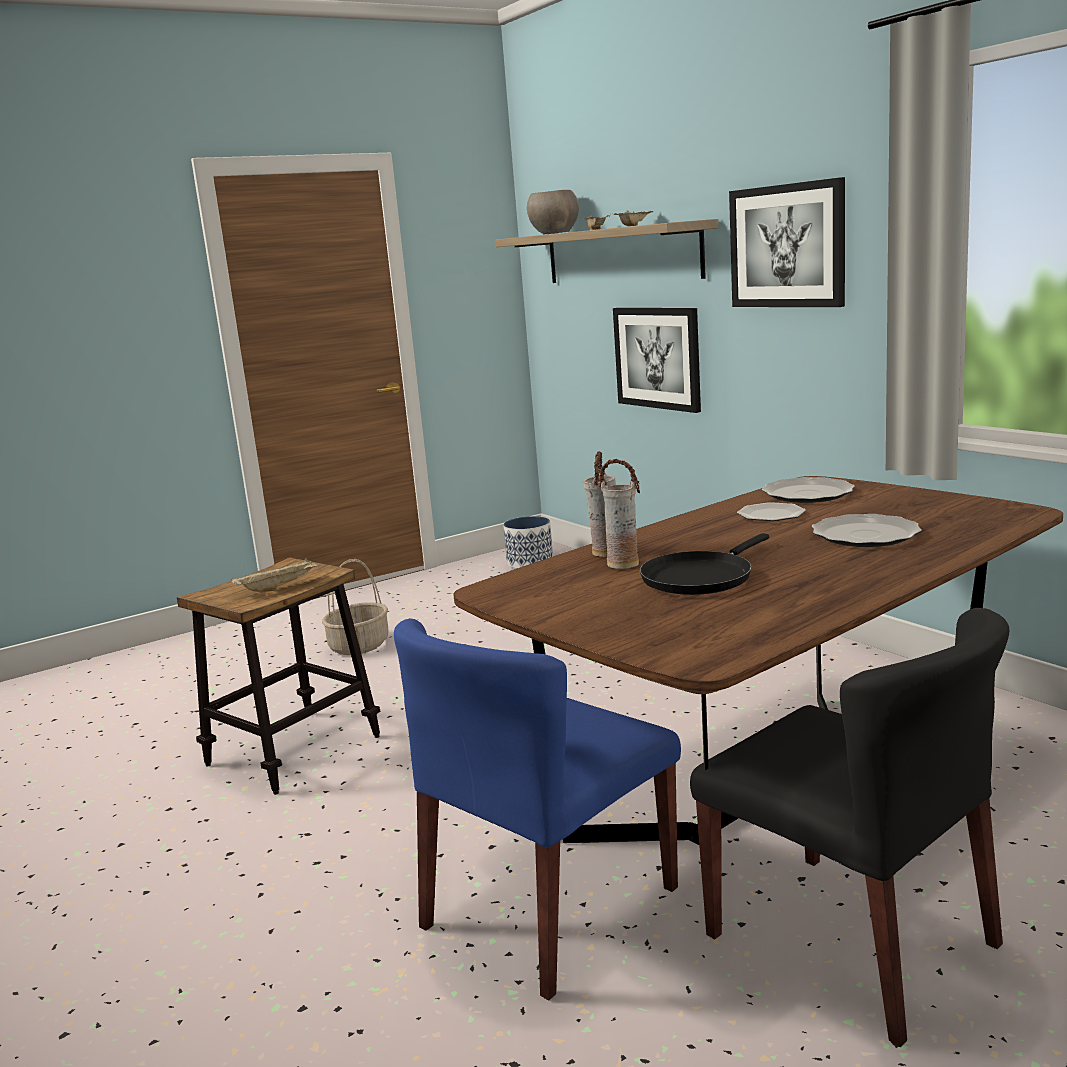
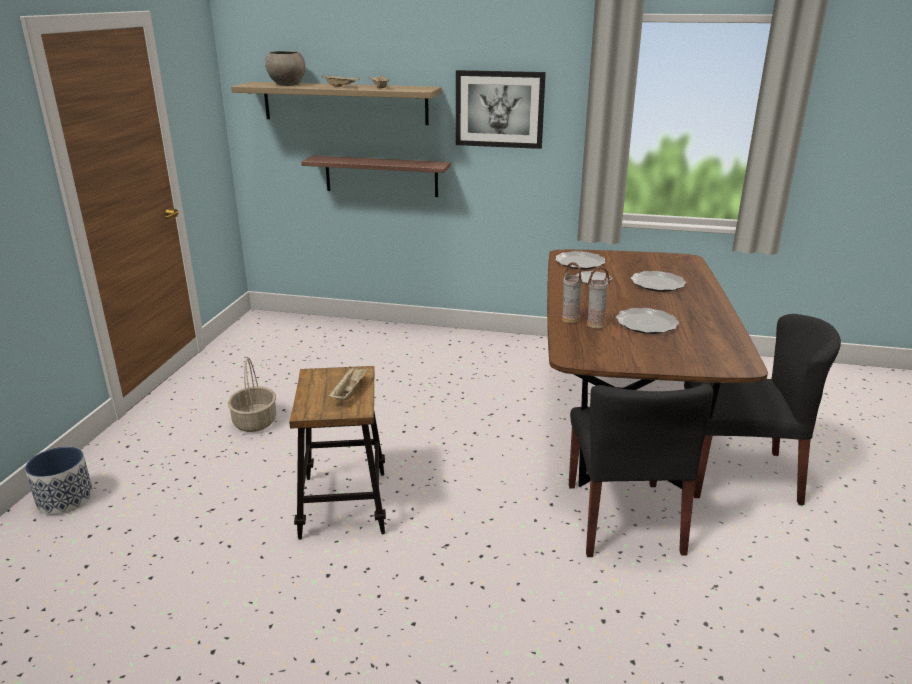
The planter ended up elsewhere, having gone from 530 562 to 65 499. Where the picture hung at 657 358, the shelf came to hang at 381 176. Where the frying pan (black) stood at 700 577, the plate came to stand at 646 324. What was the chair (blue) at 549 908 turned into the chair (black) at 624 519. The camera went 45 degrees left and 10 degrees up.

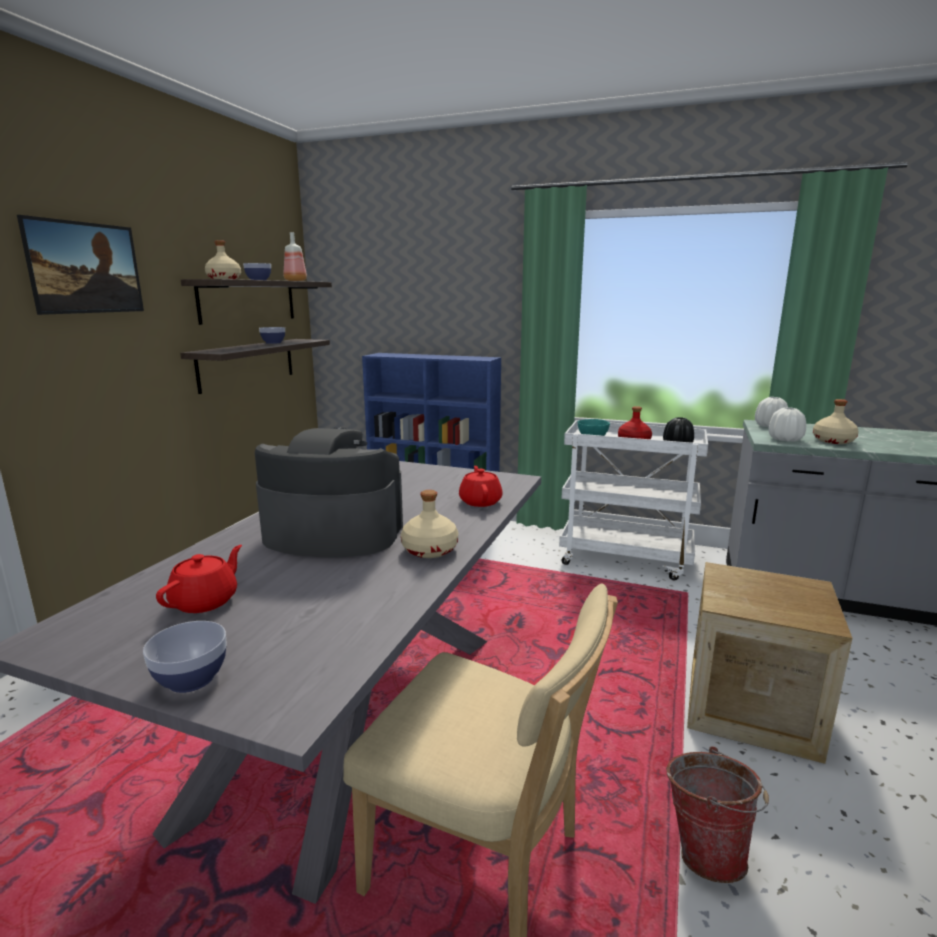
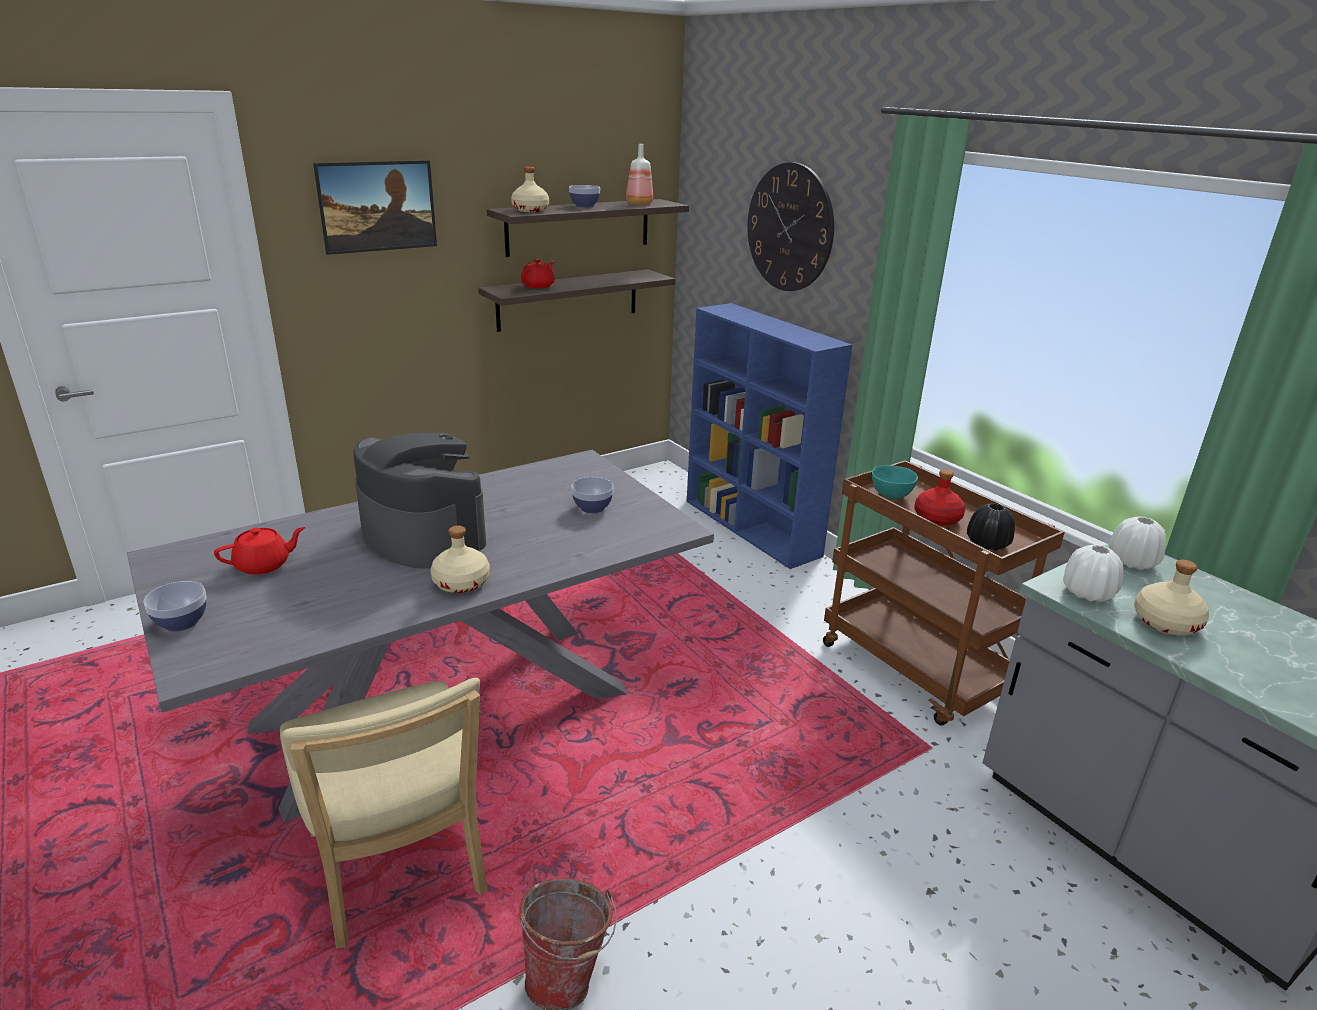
The second view lost the crate at 751 709. The second view gained the wall clock at 789 228. The bowl ended up elsewhere, having gone from 273 343 to 592 508. The teapot (red) ended up elsewhere, having gone from 480 501 to 538 286. What was the cart (white) at 626 558 turned into the cart (brown) at 916 670. The camera went 35 degrees right and 10 degrees up.

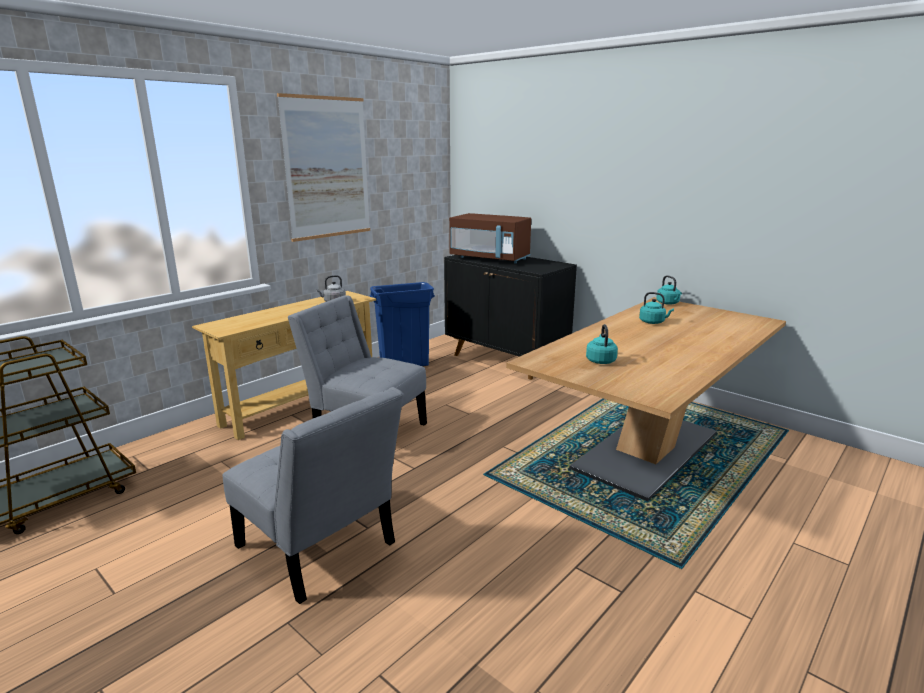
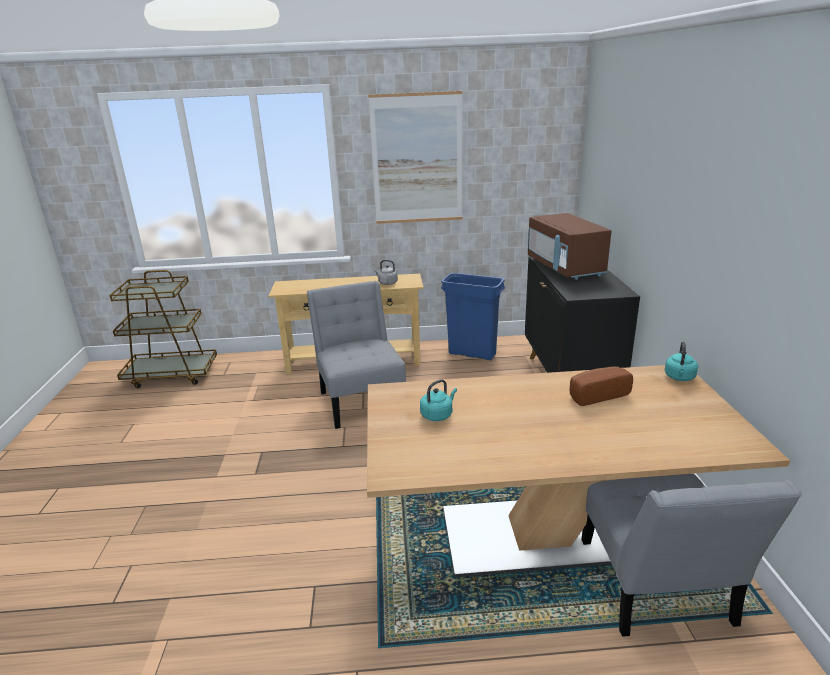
The chair (grey) ended up elsewhere, having gone from 320 549 to 657 590. Where the kettle (turquoise) stood at 653 322, the bread came to stand at 596 395. The camera went 45 degrees right and 5 degrees up.

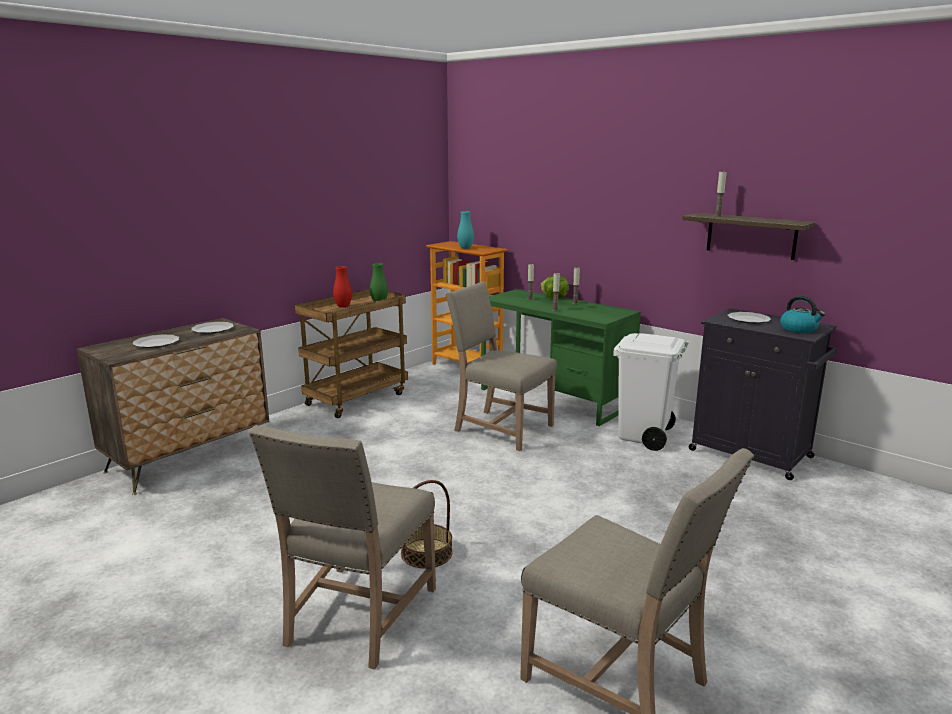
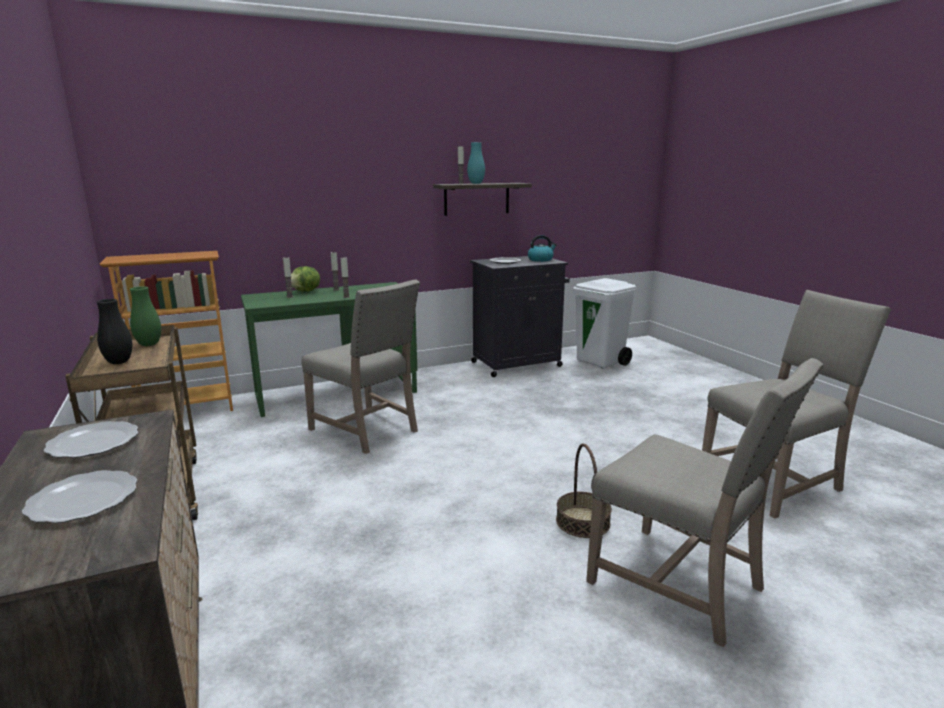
The vase (turquoise) ended up elsewhere, having gone from 465 248 to 476 183. The trash can (white) ended up elsewhere, having gone from 644 437 to 601 362. What was the vase (red) at 343 306 turned into the vase (black) at 119 362. The chair (beige) at 500 428 ended up facing another way, 105 degrees counterclockwise from before. The camera went 65 degrees left and 0 degrees up.

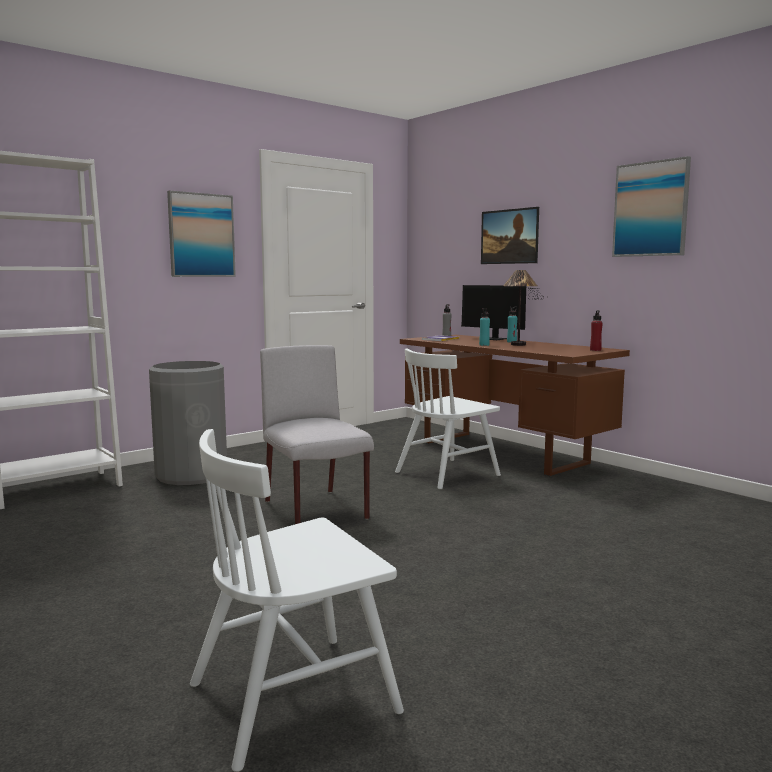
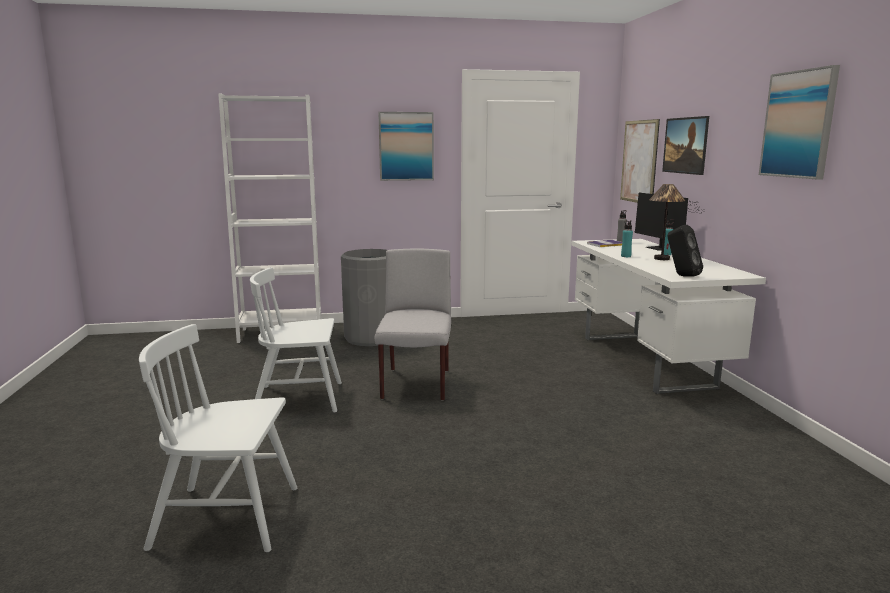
The second view lost the bottle (red) at 595 350. The second view gained the picture at 639 161. The second view gained the speaker (black) at 681 275. The chair (white) ended up elsewhere, having gone from 447 473 to 299 398. What was the desk (brown) at 503 452 turned into the desk (white) at 646 361. The camera went 30 degrees right and 5 degrees up.

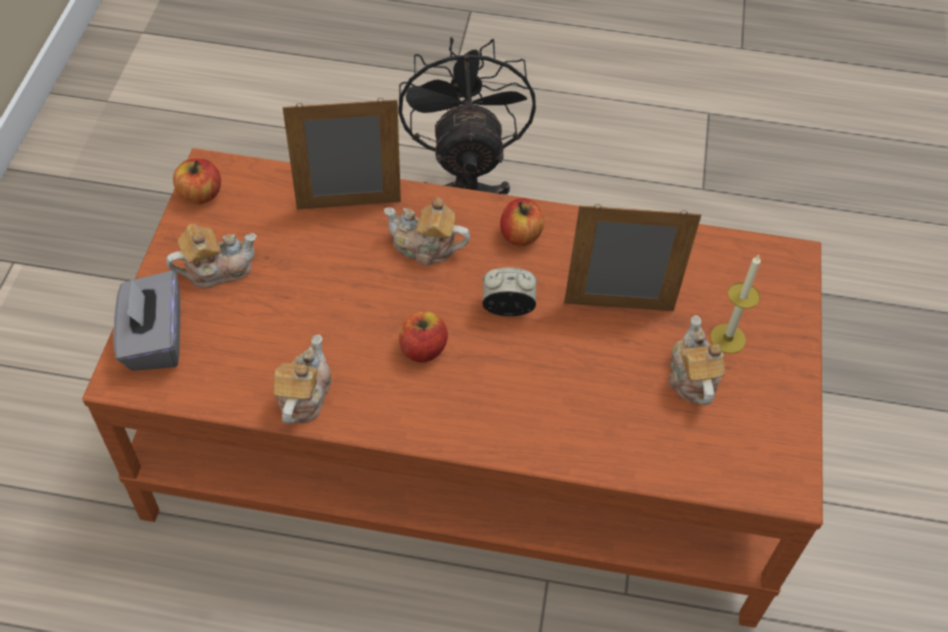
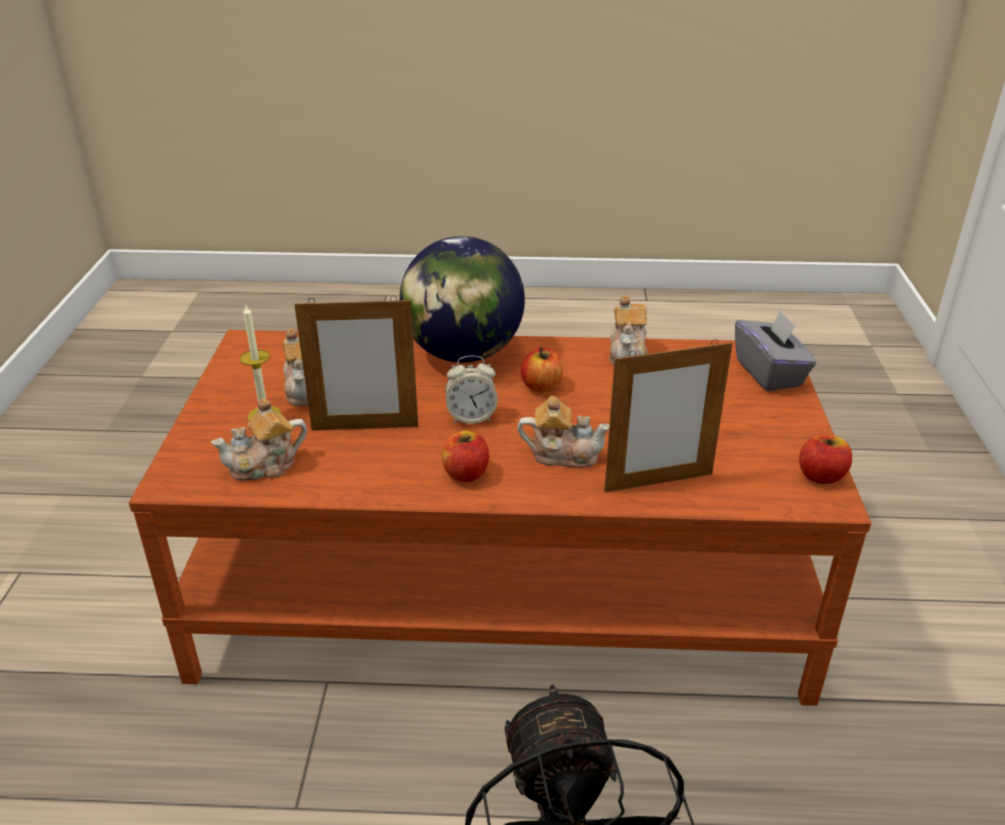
The second view gained the globe at 463 354. The teapot ended up elsewhere, having gone from 217 269 to 265 465. The camera went 175 degrees right and 20 degrees down.

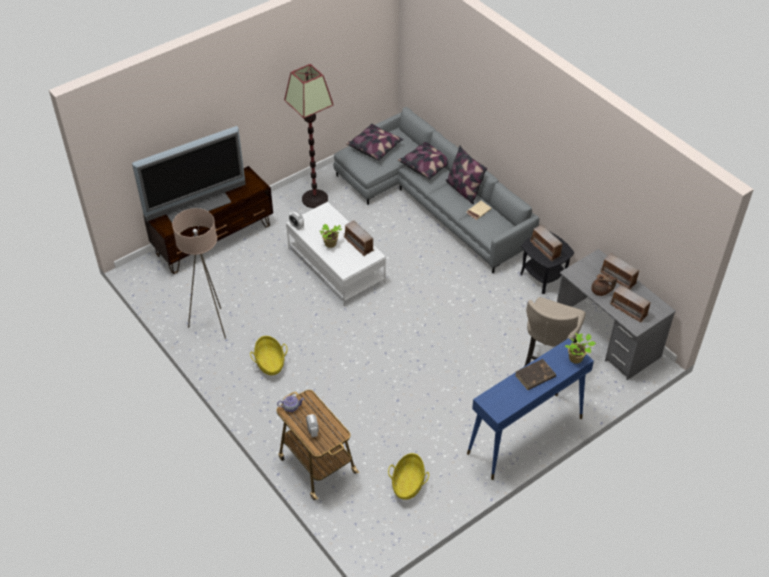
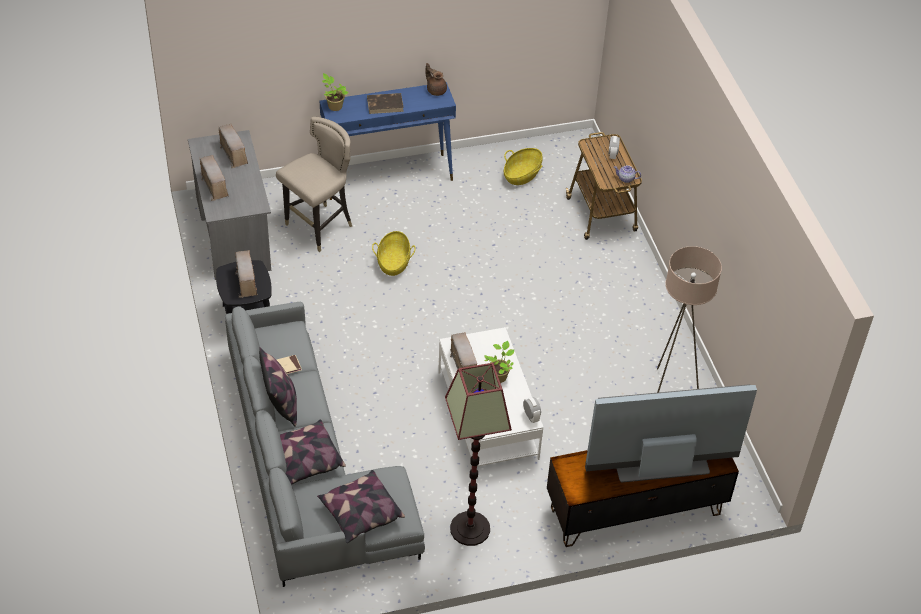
The basket ended up elsewhere, having gone from 270 363 to 393 262. The teapot (brown) ended up elsewhere, having gone from 601 291 to 436 90. The camera went 160 degrees left and 0 degrees up.

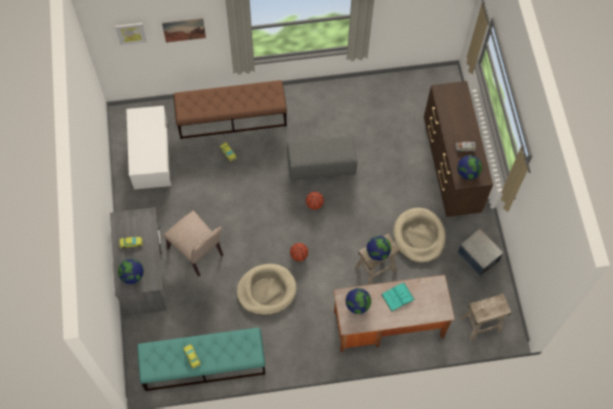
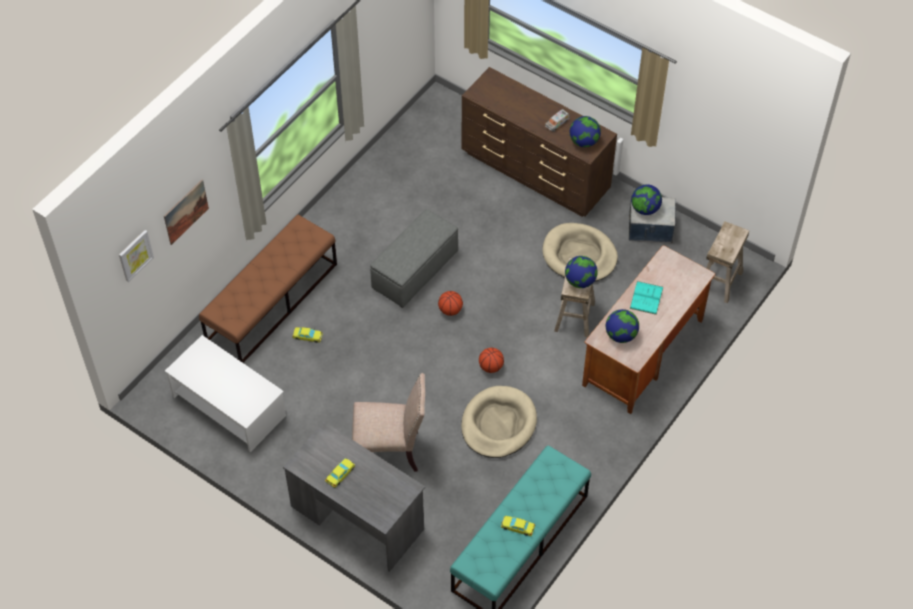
The globe ended up elsewhere, having gone from 132 275 to 645 209. The camera went 45 degrees left and 10 degrees down.

